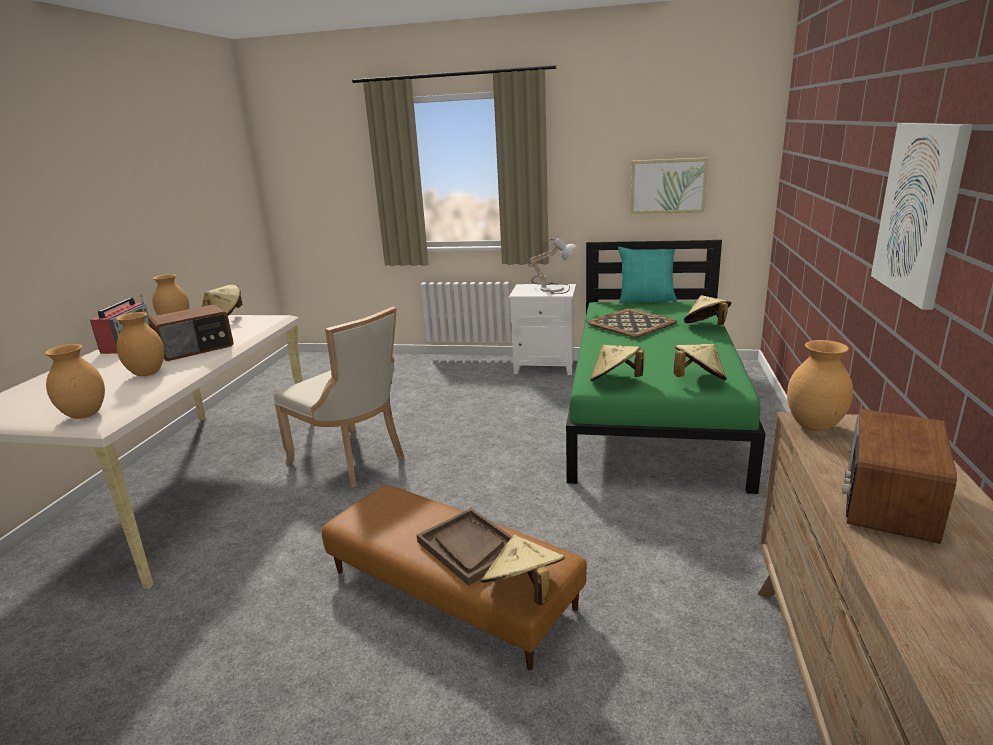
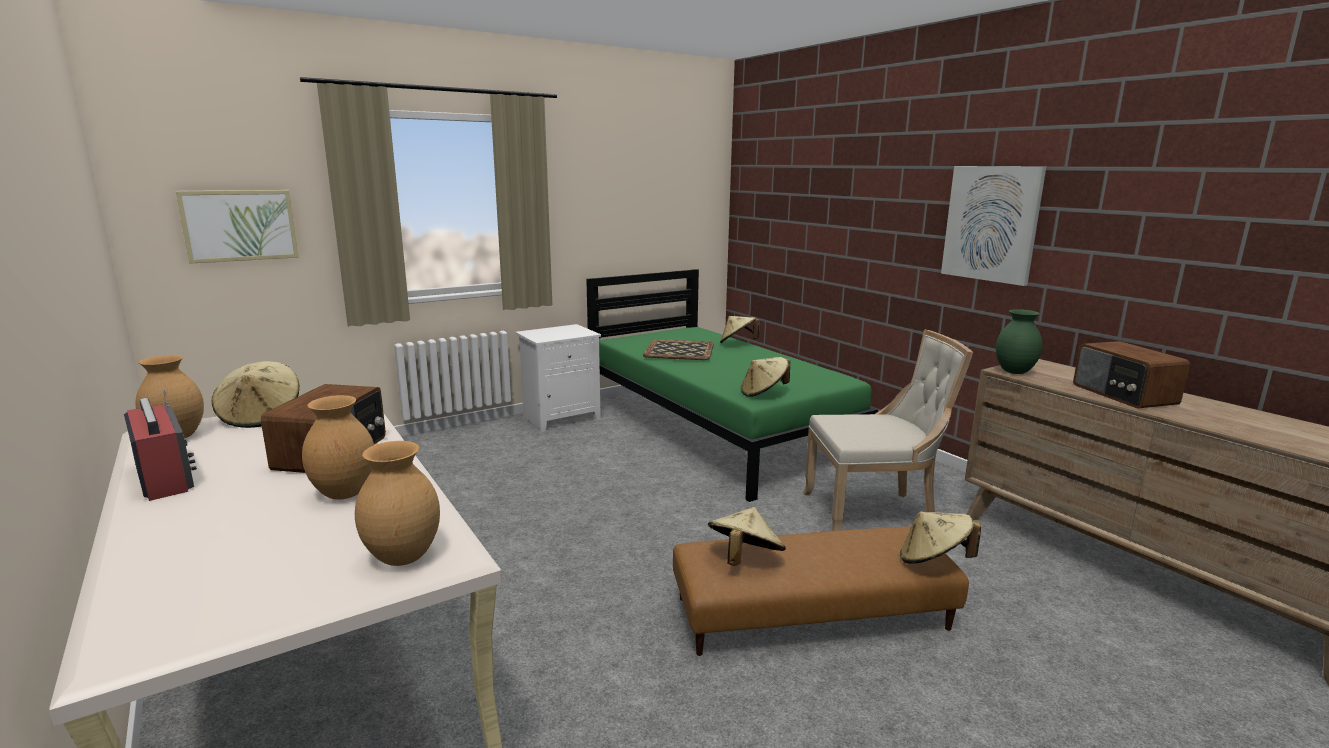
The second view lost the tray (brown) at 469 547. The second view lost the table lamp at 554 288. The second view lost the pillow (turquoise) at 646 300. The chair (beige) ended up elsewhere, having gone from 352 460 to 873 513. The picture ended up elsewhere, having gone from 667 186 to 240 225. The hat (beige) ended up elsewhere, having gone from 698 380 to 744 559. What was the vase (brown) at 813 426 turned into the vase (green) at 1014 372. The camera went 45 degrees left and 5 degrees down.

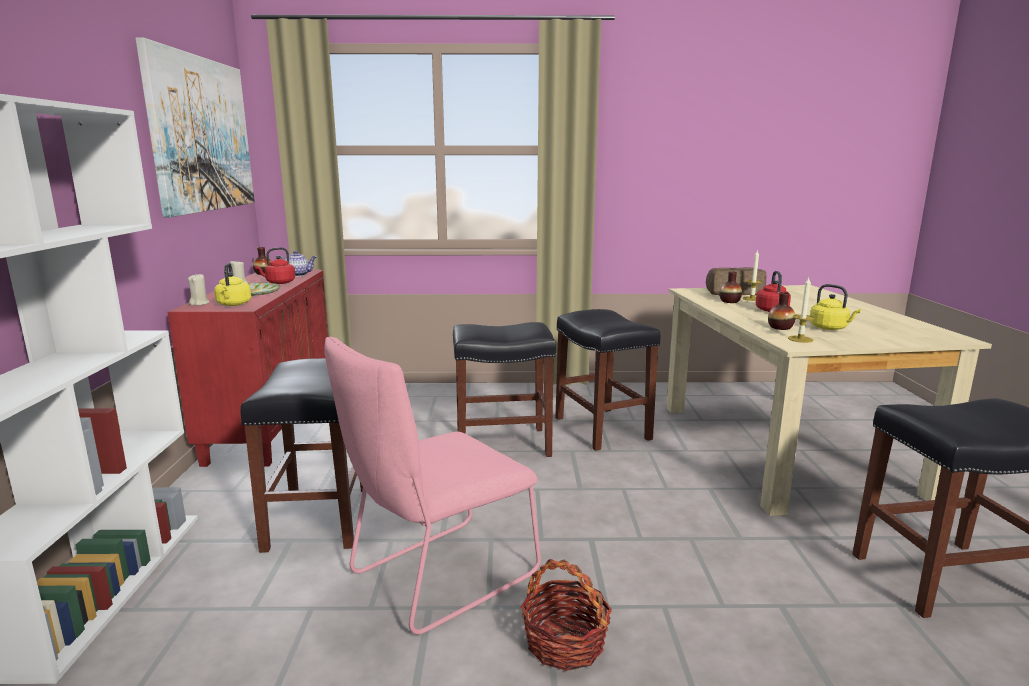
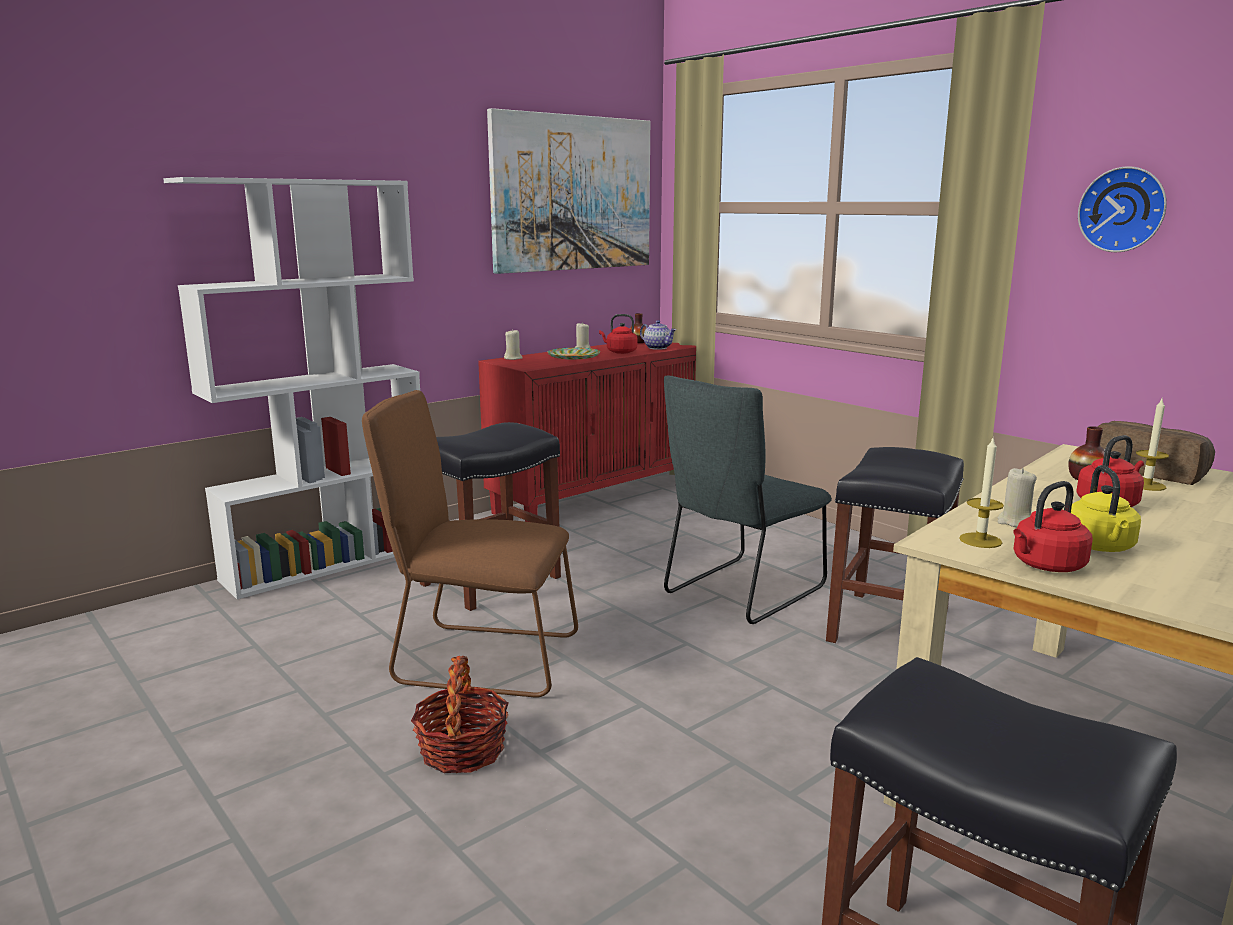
The second view lost the kettle (yellow) at 233 304. The second view gained the kettle (red) at 1046 566. The second view gained the wall clock at 1123 209. Where the stool (black) stood at 501 444, the chair (grey) came to stand at 740 592. Where the vase stood at 780 327, the candle (beige) came to stand at 1015 522. What was the chair (pink) at 437 577 turned into the chair (brown) at 478 659. The camera went 50 degrees right and 0 degrees up.

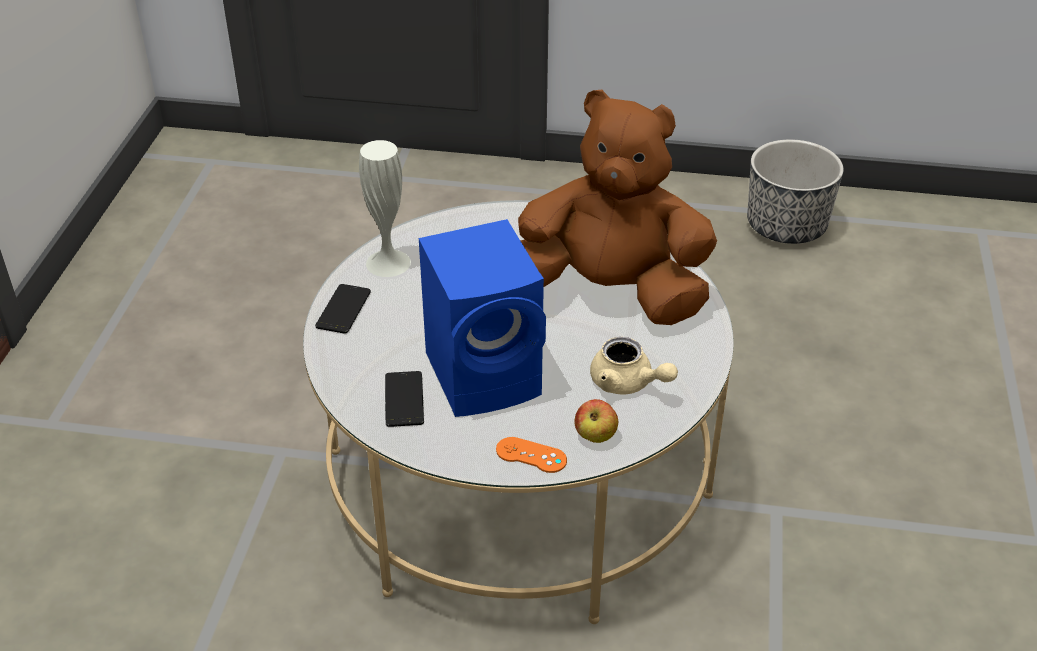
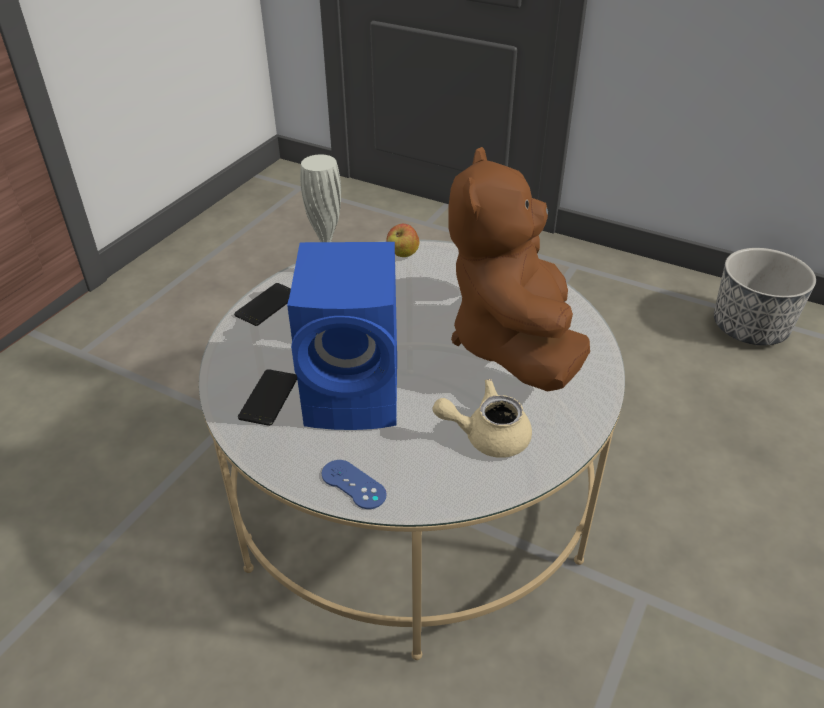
The apple ended up elsewhere, having gone from 595 435 to 403 254. What was the game controller (orange) at 531 455 turned into the game controller (blue) at 353 484. The plush toy (brown) at 610 293 ended up facing another way, 120 degrees counterclockwise from before. The teapot (beige) at 627 383 ended up facing another way, 120 degrees clockwise from before. The camera went 20 degrees right and 0 degrees up.

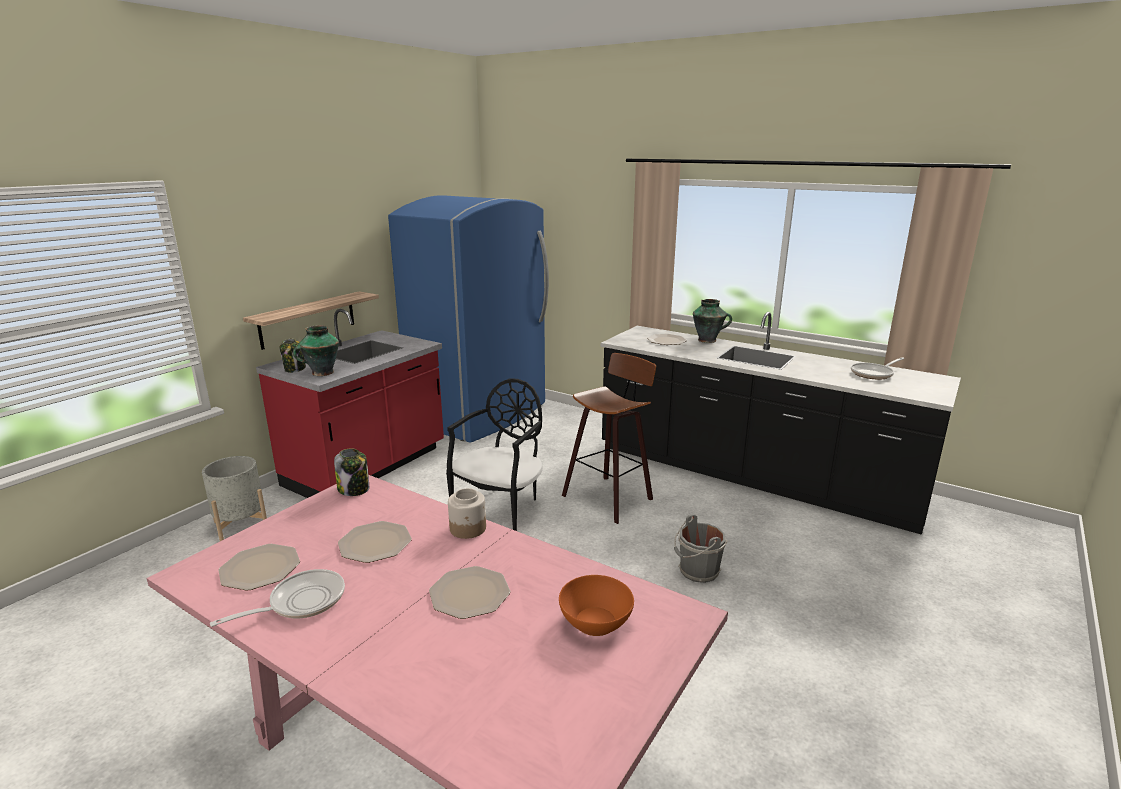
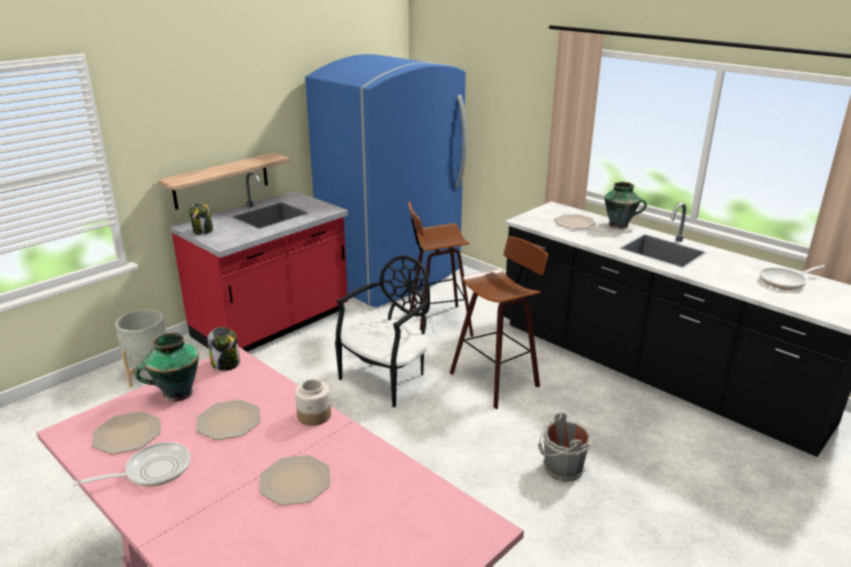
The second view lost the bowl (orange) at 595 621. The second view gained the stool at 437 323. The vase ended up elsewhere, having gone from 321 373 to 176 394. The camera went 10 degrees right and 5 degrees up.

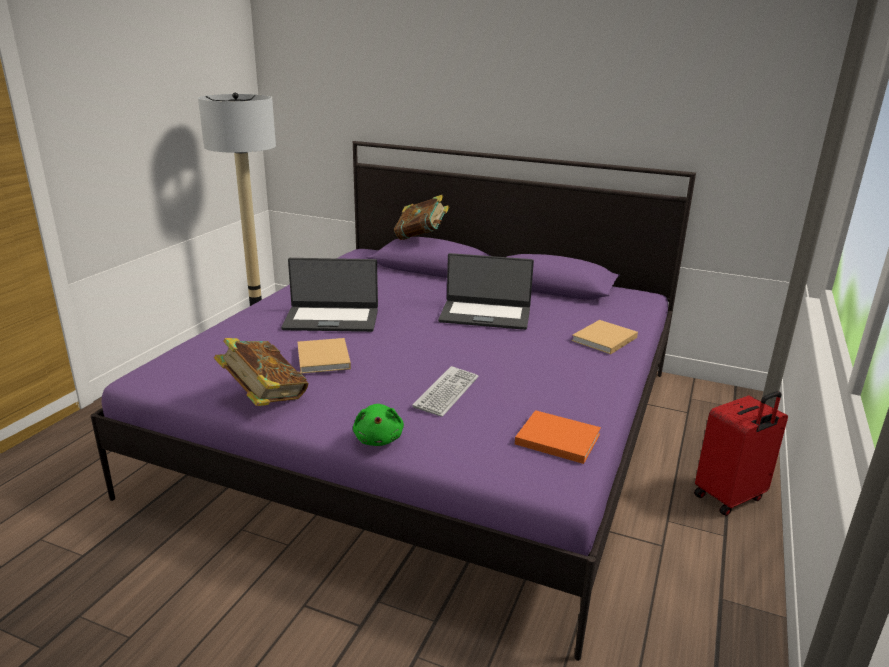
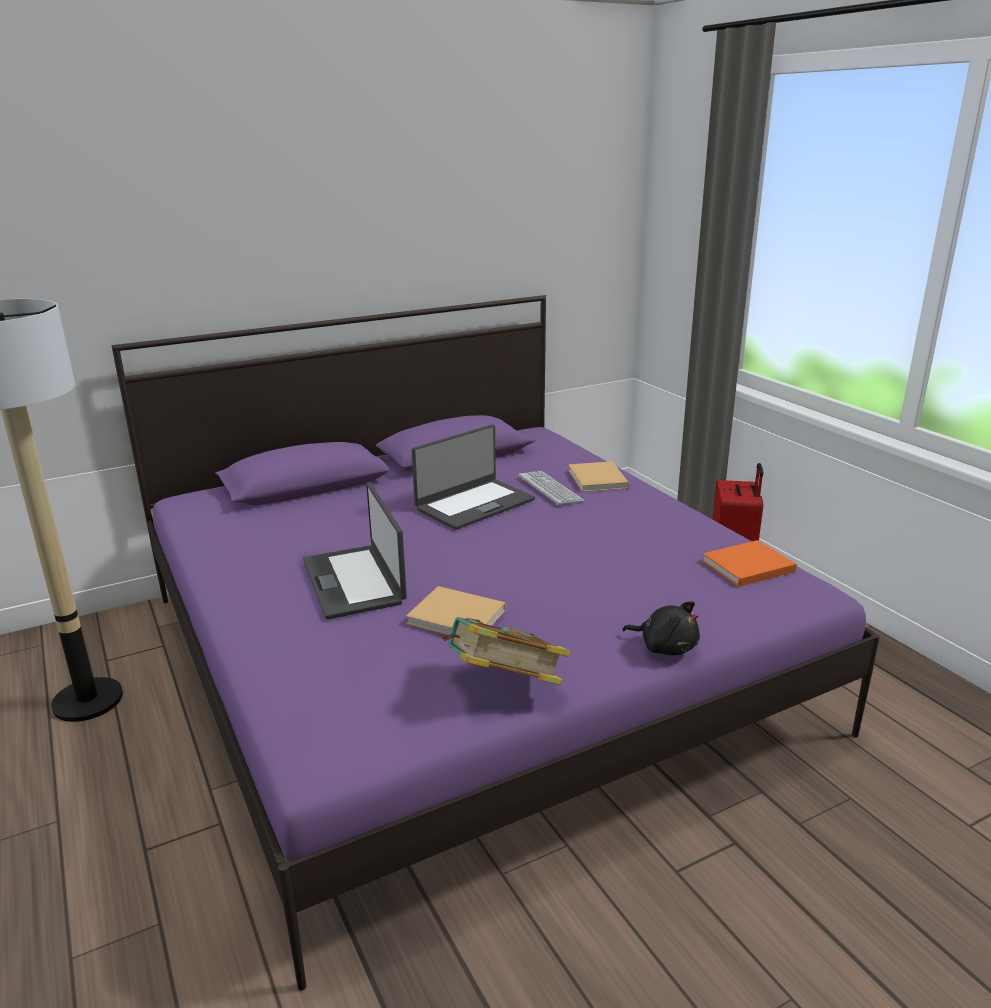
The second view lost the book at 421 238. The keyboard ended up elsewhere, having gone from 446 392 to 550 489. What was the plush toy (green) at 378 439 turned into the plush toy (black) at 665 647. The laptop at 331 319 ended up facing another way, 120 degrees clockwise from before. The camera went 50 degrees left and 0 degrees up.

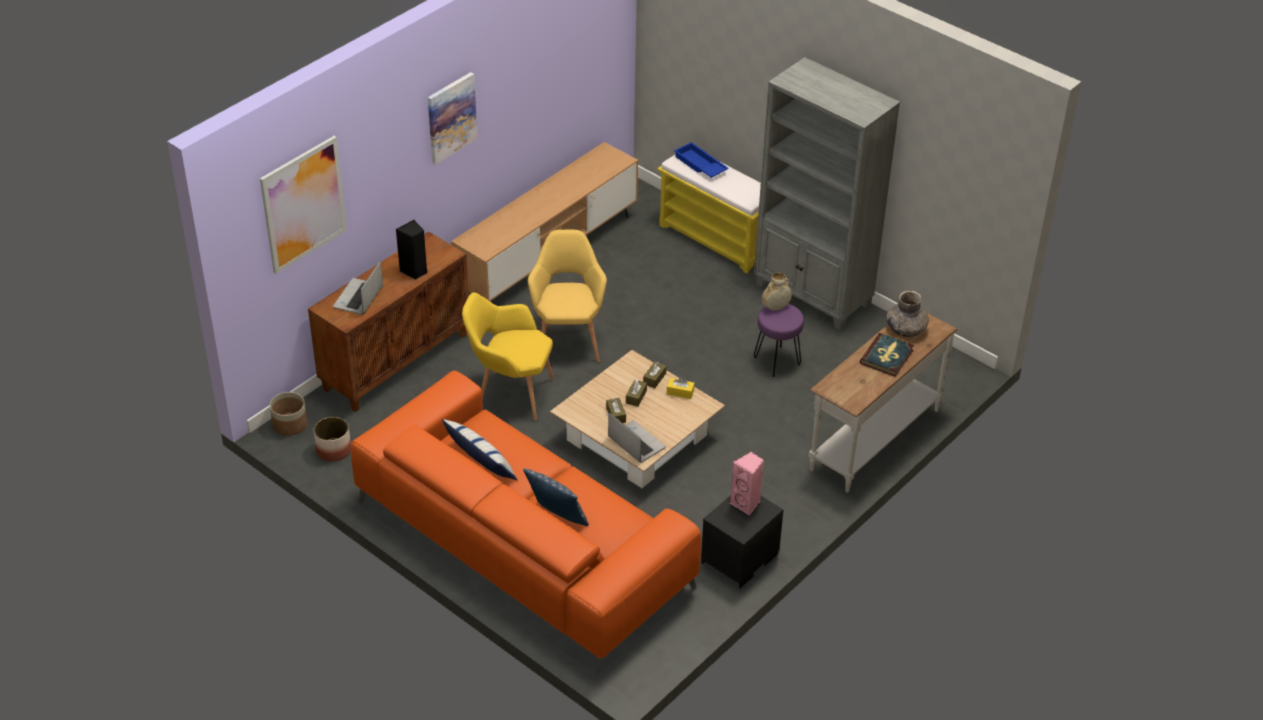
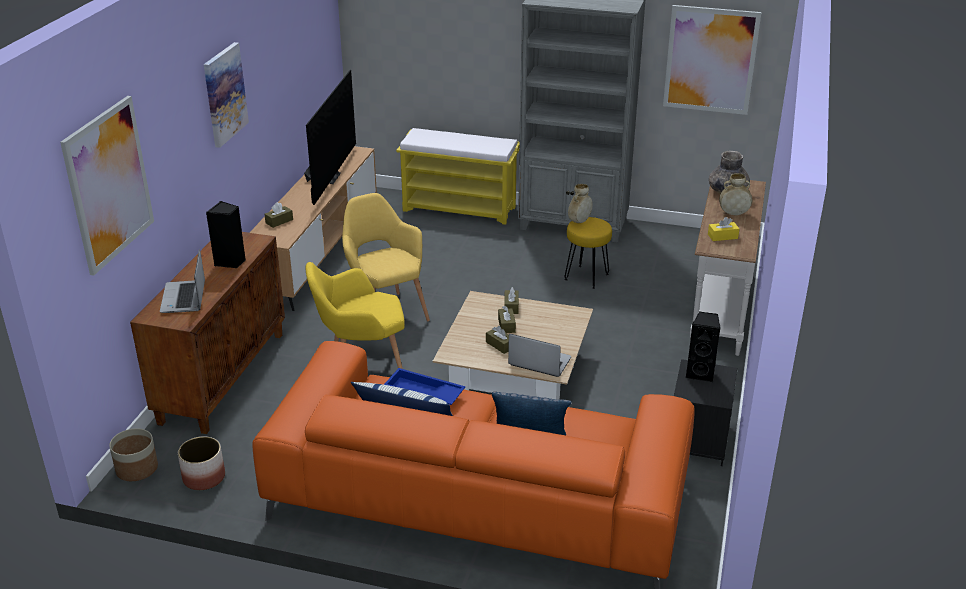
The second view gained the tissue box (brown) at 279 221. The second view gained the television at 328 177. The second view gained the picture at 710 60. The tissue box (yellow) ended up elsewhere, having gone from 680 392 to 722 236. The tray (blue) ended up elsewhere, having gone from 699 165 to 423 394. Where the book stood at 887 357, the vase (beige) came to stand at 733 213. What was the speaker (pink) at 746 503 turned into the speaker (black) at 700 373. What was the stool (purple) at 777 361 turned into the stool (yellow) at 587 277. The camera went 25 degrees left and 10 degrees down.

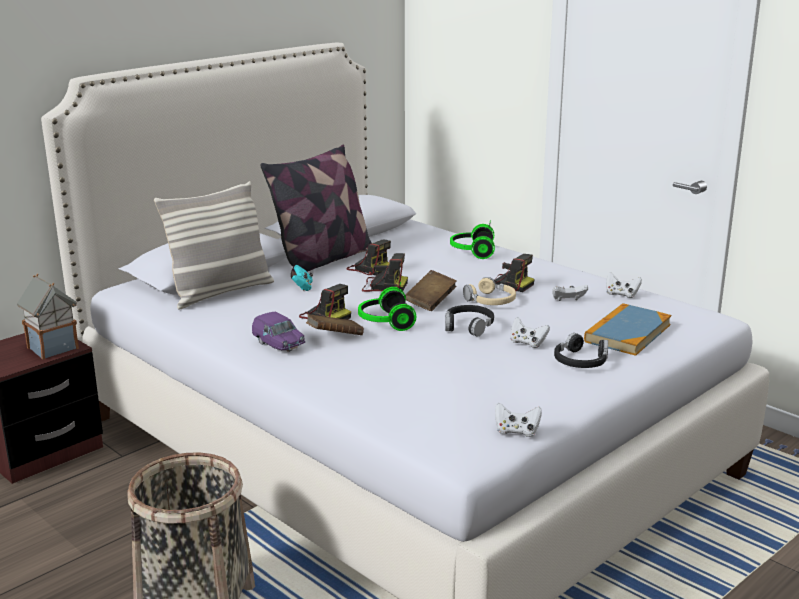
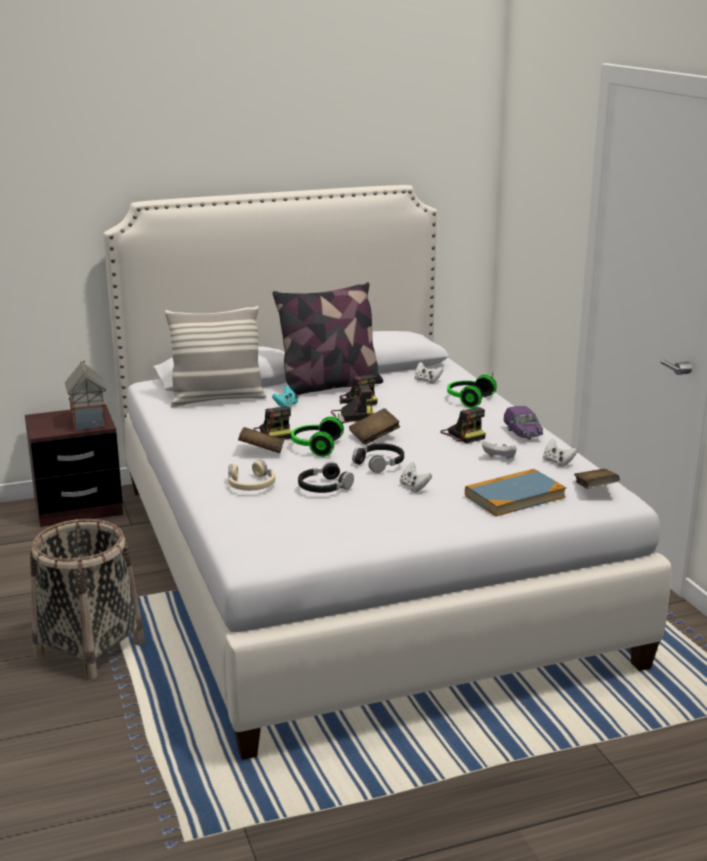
The second view gained the book (brown) at 595 490. The toy car (purple) ended up elsewhere, having gone from 279 345 to 522 434. The headphones (beige) ended up elsewhere, having gone from 490 301 to 251 485. The game controller (white) ended up elsewhere, having gone from 516 431 to 427 381. The headphones (black) ended up elsewhere, having gone from 581 361 to 324 487. The photo camera at 383 286 ended up facing another way, 45 degrees counterclockwise from before. The camera went 25 degrees right and 0 degrees up.

